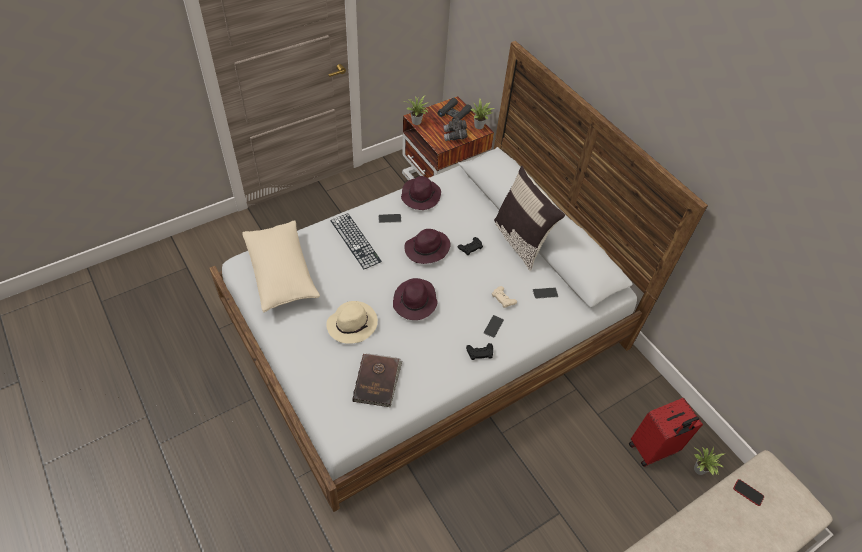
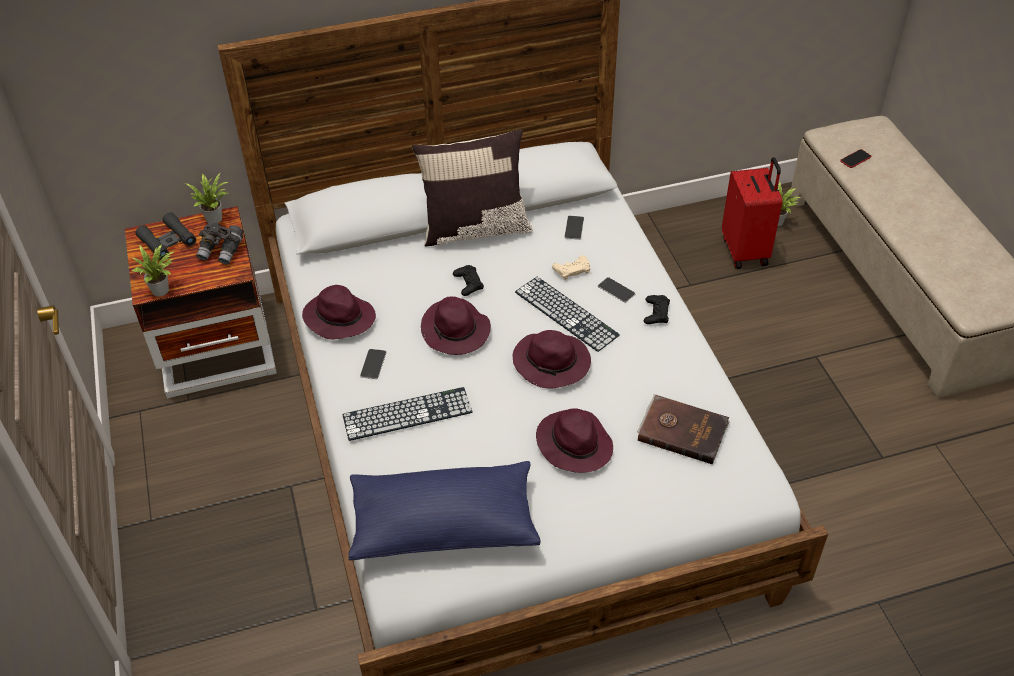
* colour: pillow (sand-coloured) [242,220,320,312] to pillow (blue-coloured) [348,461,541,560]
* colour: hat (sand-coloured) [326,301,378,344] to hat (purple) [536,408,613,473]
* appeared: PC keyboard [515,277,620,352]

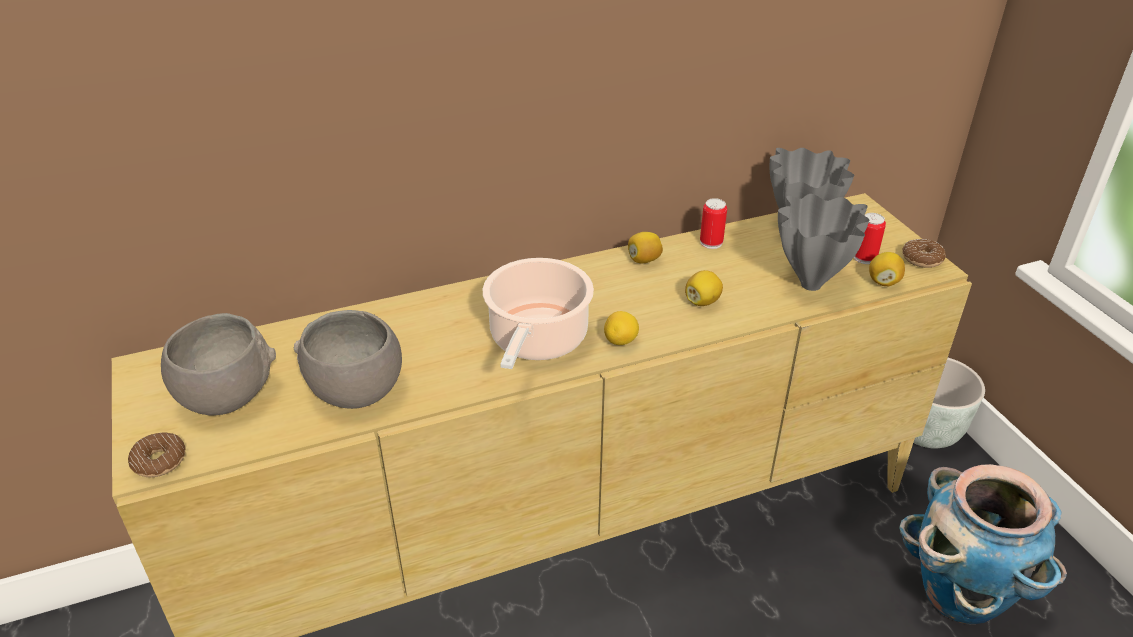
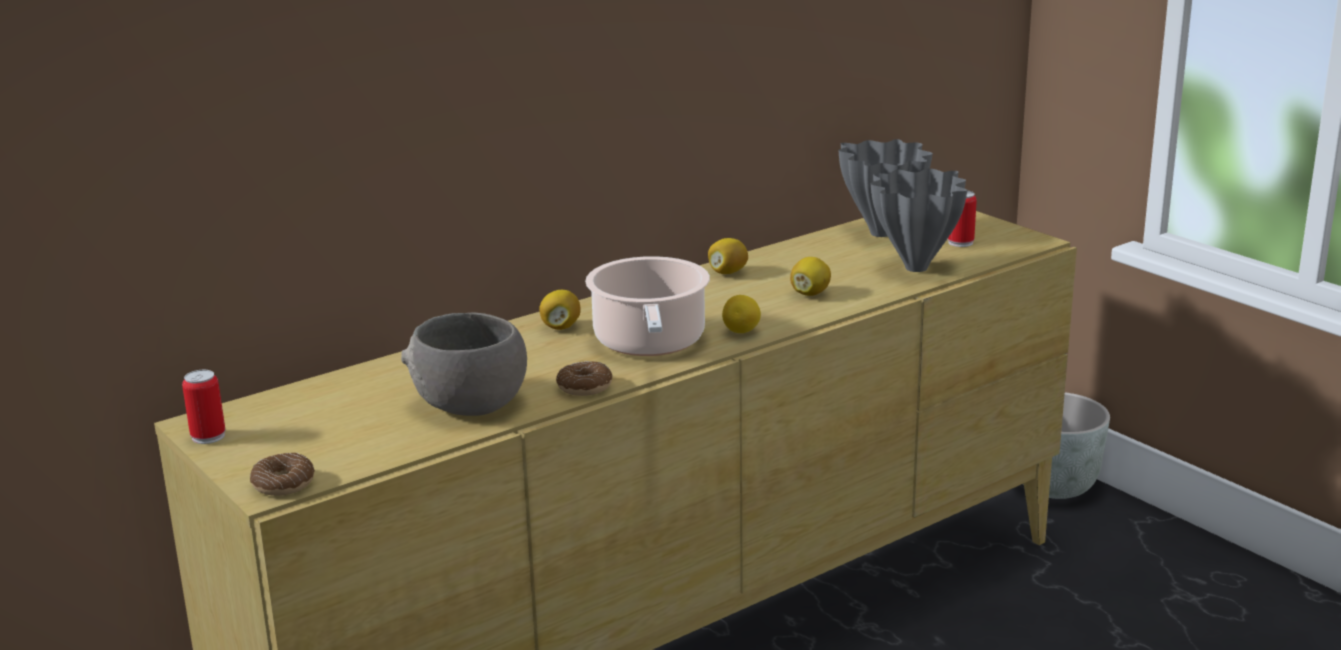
* missing: serving bowl (grey) [161,313,276,415]
* relocated: metal can [700,198,727,249] to [182,370,225,444]
* relocated: whole lemon [869,252,905,286] to [539,290,581,330]
* missing: planter [899,464,1067,624]
* relocated: donut [902,239,946,268] to [556,361,613,396]

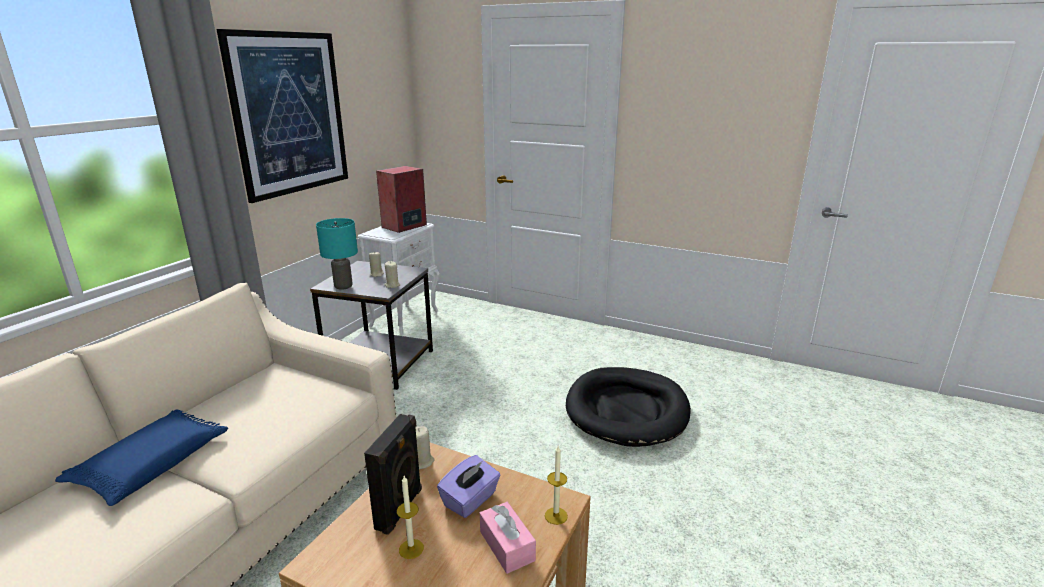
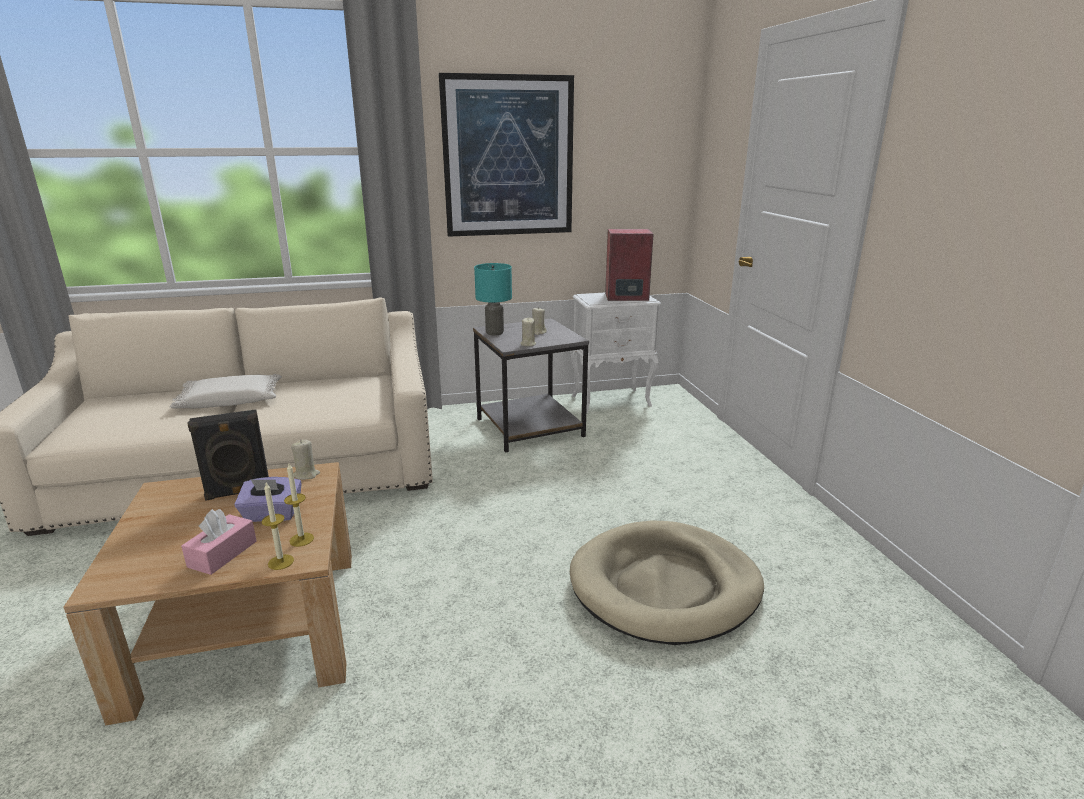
* colour: pillow (blue-coloured) [55,410,228,506] to pillow (white-coloured) [170,374,282,408]
* relocated: wax candle [397,476,424,559] to [284,464,314,547]
* colour: dog bed (blackish) [566,367,691,447] to dog bed (sand-coloured) [570,520,764,645]

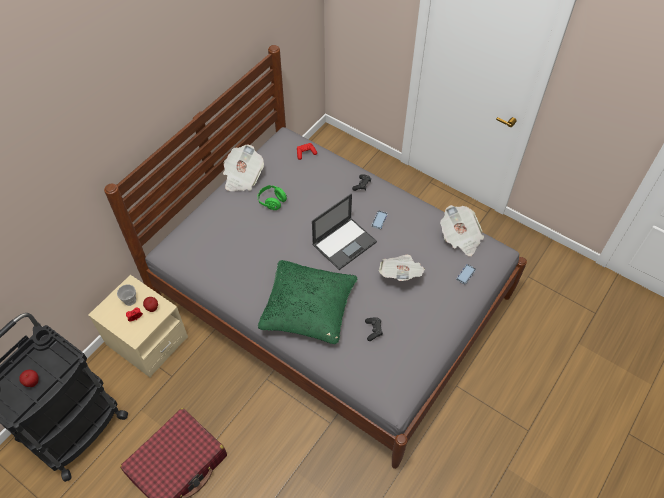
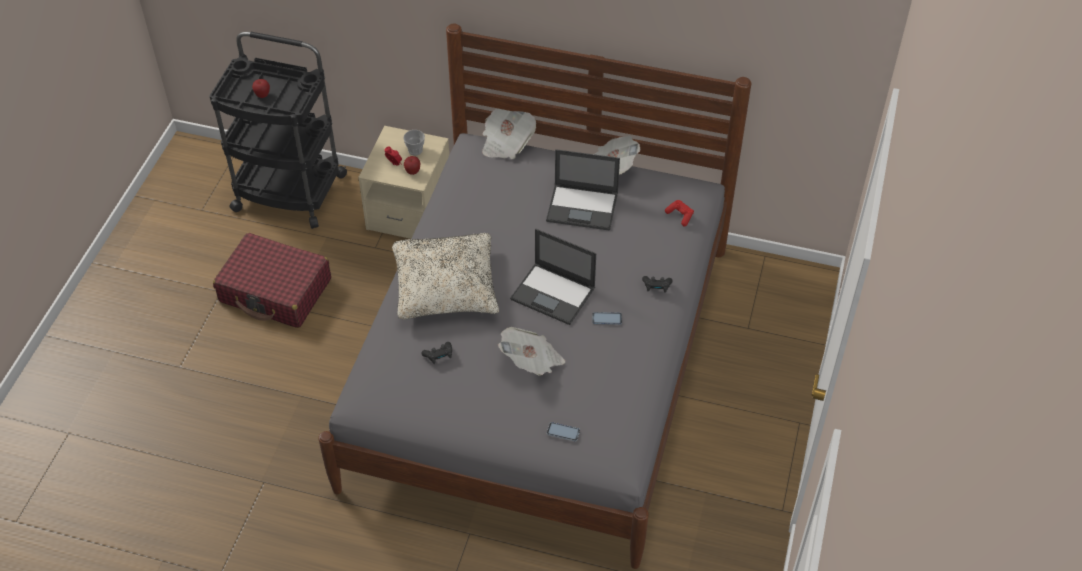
* exchanged: headset (green-coloured) [257,185,287,210] to portable computer [546,149,620,231]
* colour: pillow (green-coloured) [258,260,357,345] to pillow (sand-coloured) [392,233,499,320]
* relocated: newspaper [440,205,484,256] to [482,108,536,159]

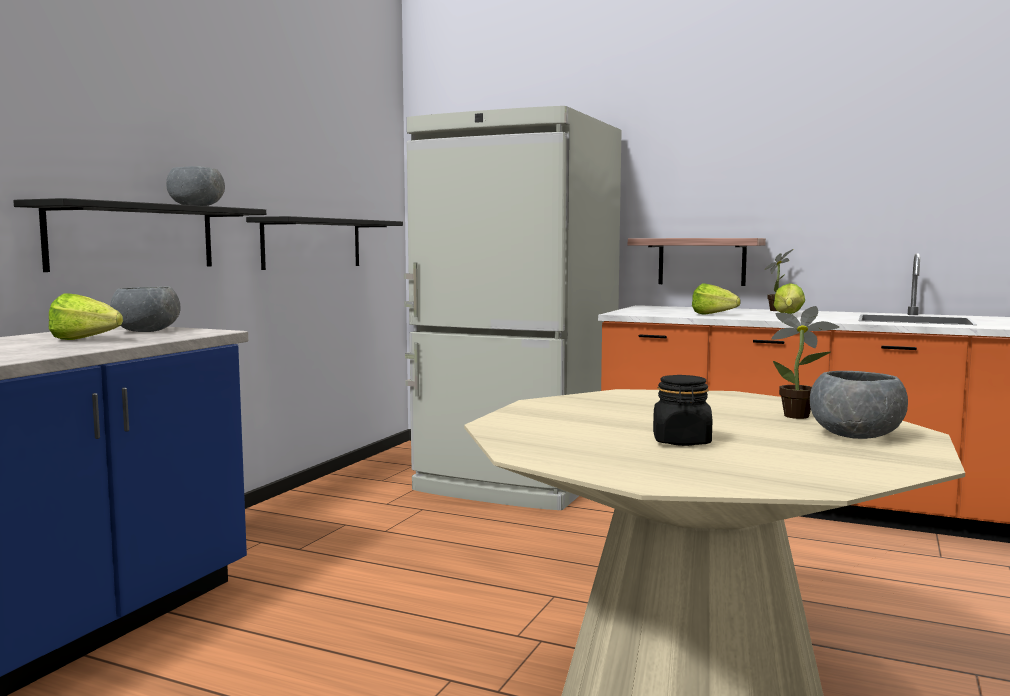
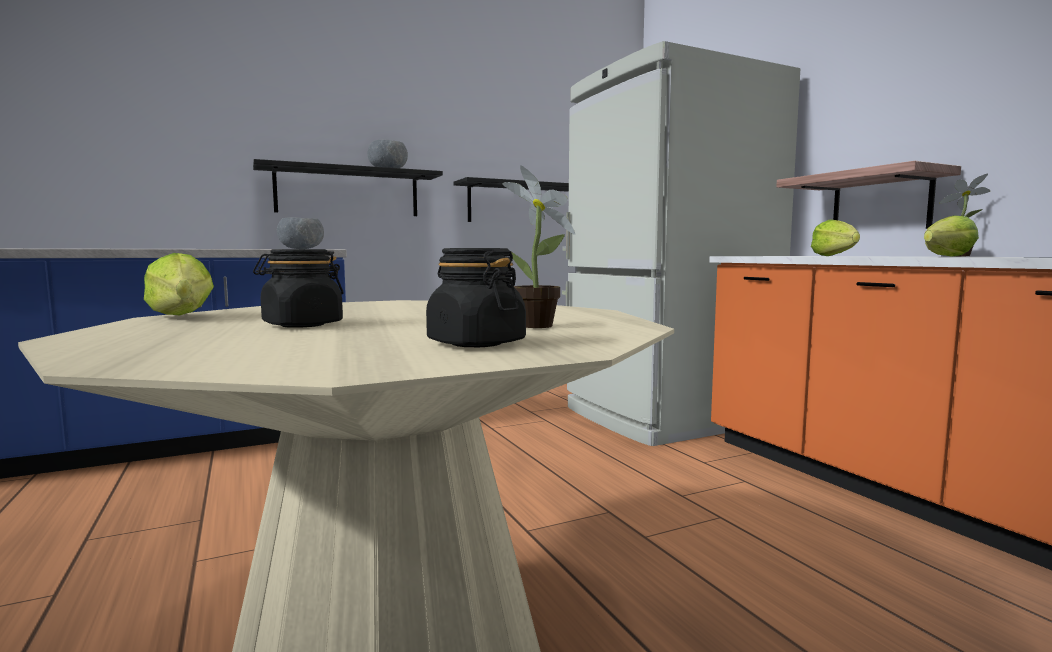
* relocated: head of lettuce [49,293,123,340] to [144,253,214,316]
* exchanged: serving bowl (grey) [810,371,908,439] to jar (blackish) [426,248,526,347]

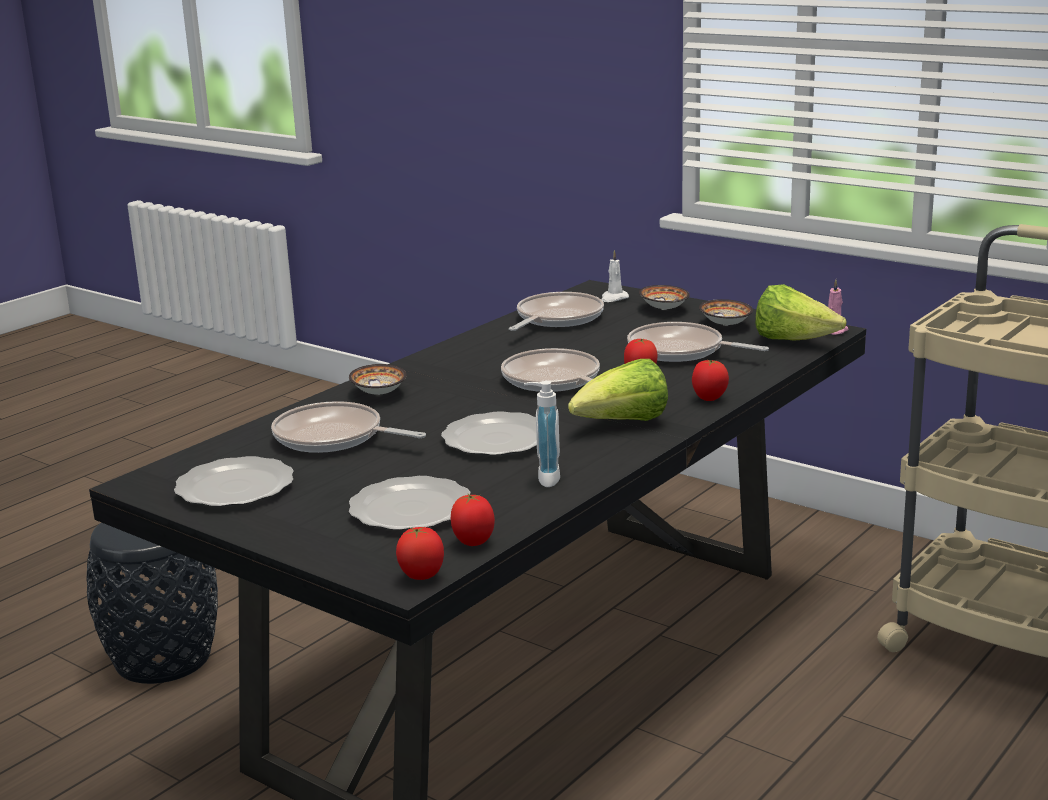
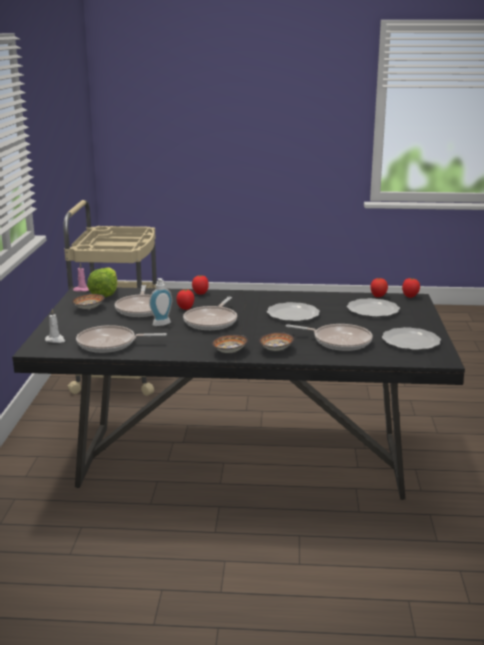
* missing: stool (blackish) [86,523,218,684]
* spun: skillet [271,401,426,453] = [286,324,373,351] 60 degrees counterclockwise
* relocated: liquid soap bottle [524,381,560,487] to [149,278,172,326]
* missing: head of lettuce [568,359,668,421]
* relocated: serving bowl [639,285,690,310] to [212,335,248,353]

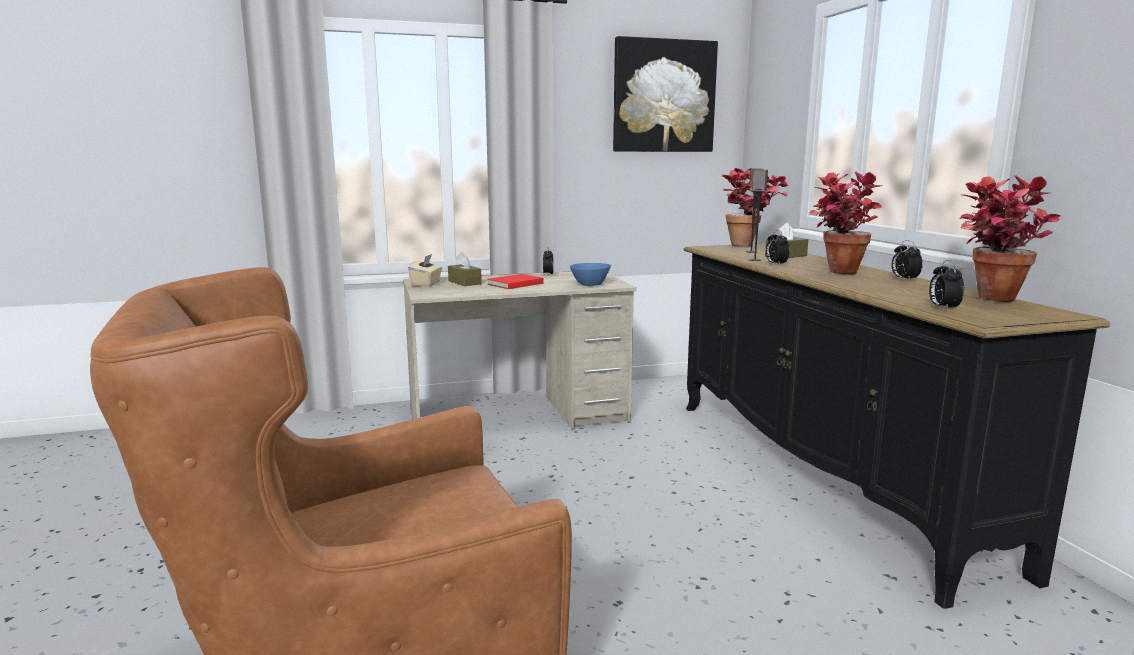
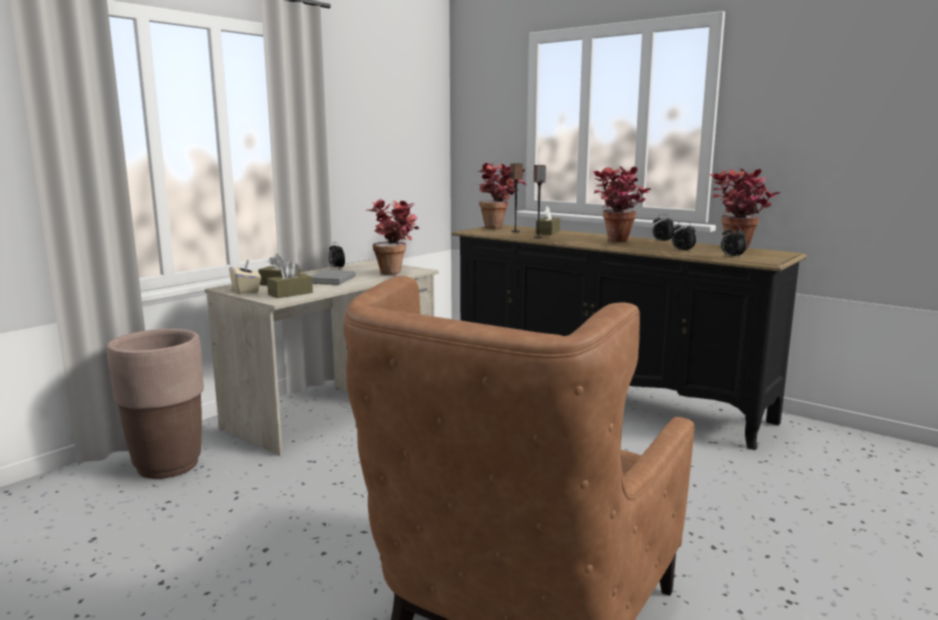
* colour: bound book (red) [487,274,544,289] to bound book (grey) [312,270,356,285]
* exchanged: serving bowl (blue-coloured) [570,263,611,286] to plant in a pot [367,199,419,275]
* missing: picture [613,36,718,152]
* relocated: alarm clock [766,230,790,265] to [672,221,696,252]
* appeared: planter (brown) [107,329,204,479]
* appeared: box of tissues (brown) [267,261,313,298]

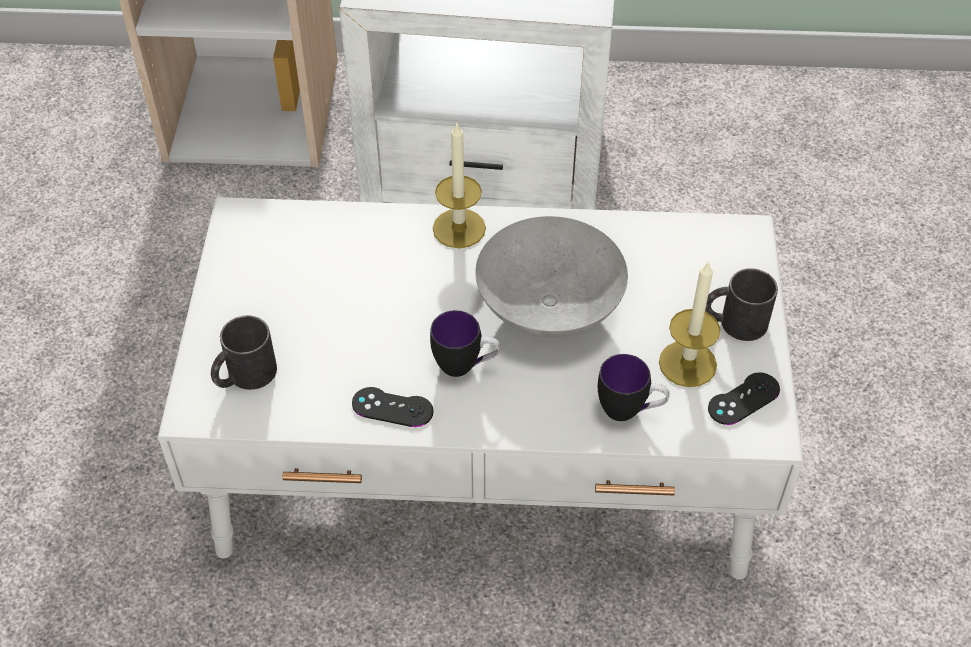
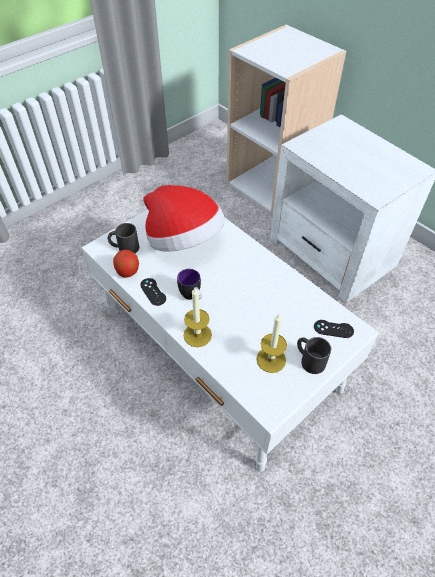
* relocated: wax candle [433,123,486,248] to [183,288,212,347]
* missing: serving bowl (grey) [475,216,628,338]
* missing: coffee mug [598,354,670,421]
* relocated: gamepad (blackish) [708,372,780,425] to [314,320,354,338]
* appeared: whole apple [113,250,139,278]
* appeared: hat [143,185,225,252]

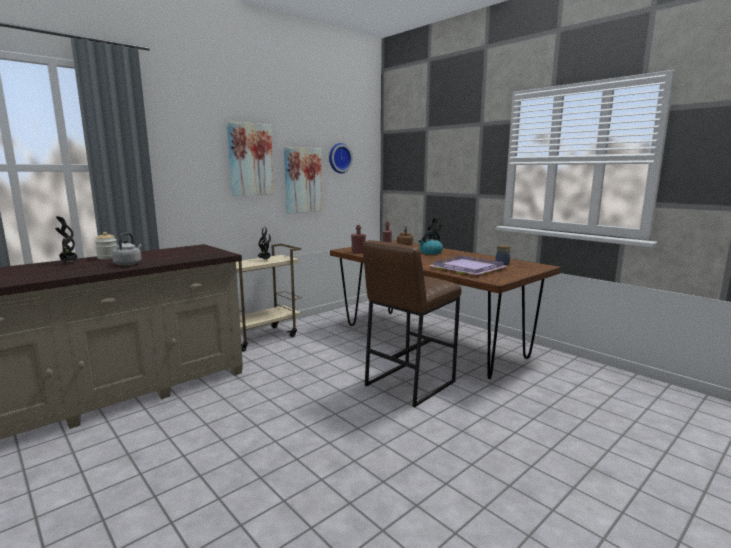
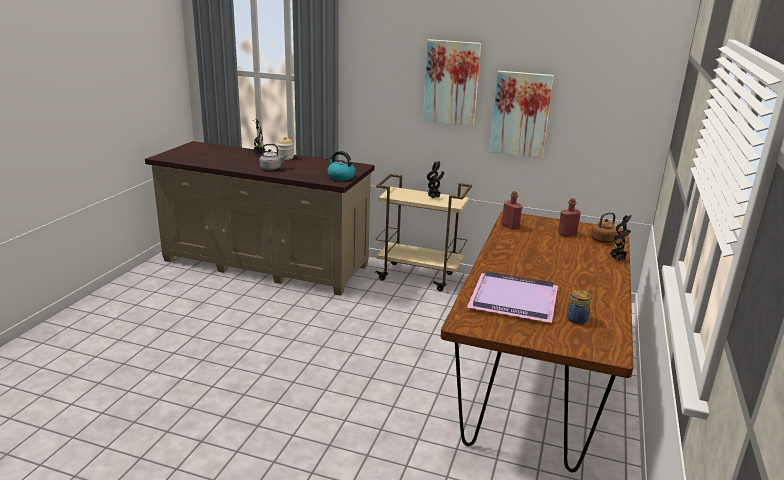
* missing: clock on the wall [329,143,353,173]
* missing: stool (brown) [362,240,462,407]
* relocated: kettle [418,231,443,254] to [327,151,356,181]

